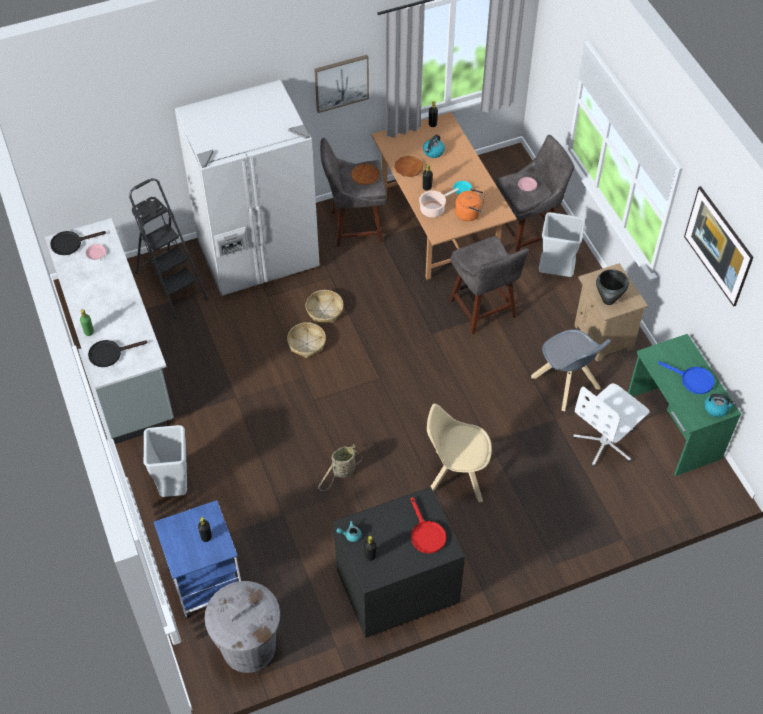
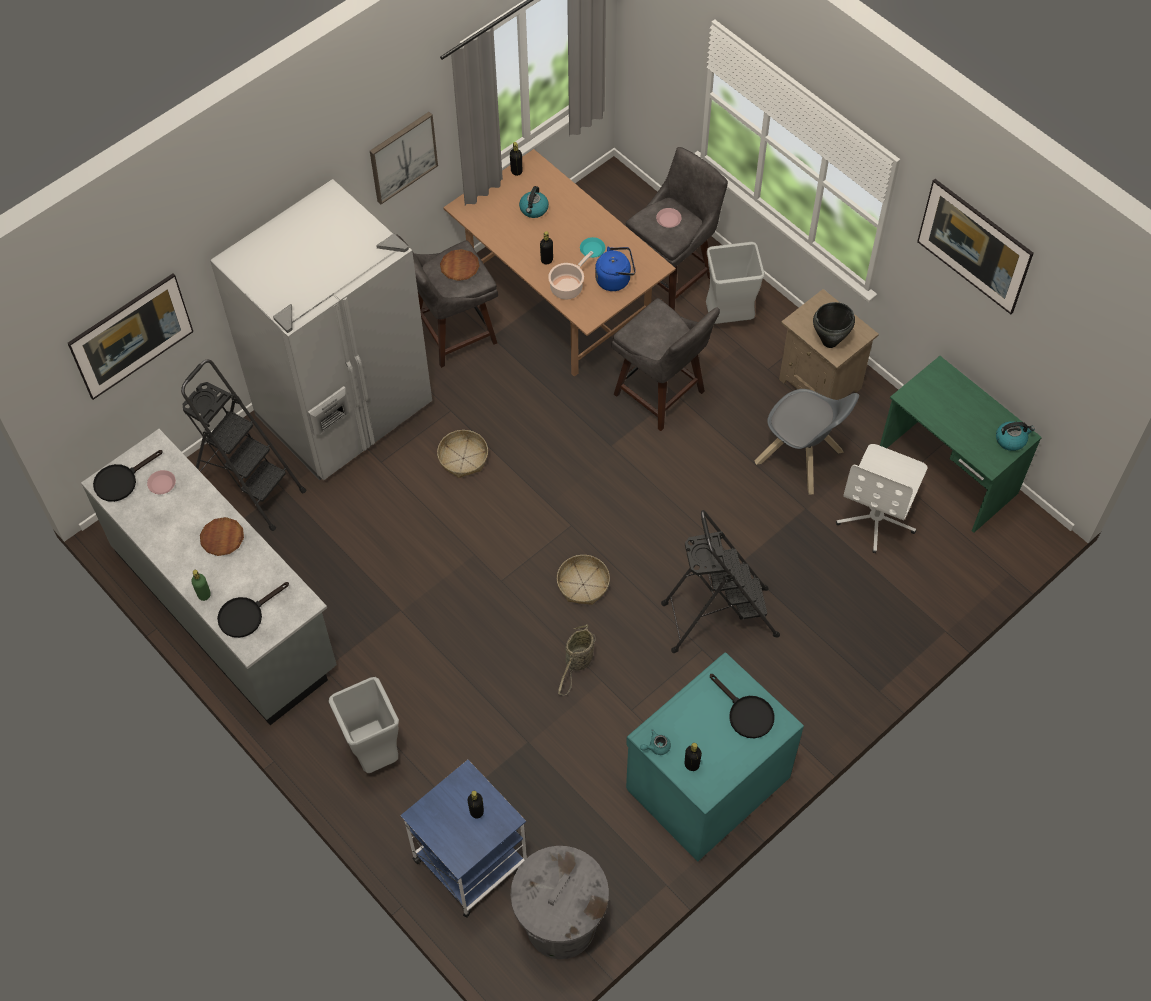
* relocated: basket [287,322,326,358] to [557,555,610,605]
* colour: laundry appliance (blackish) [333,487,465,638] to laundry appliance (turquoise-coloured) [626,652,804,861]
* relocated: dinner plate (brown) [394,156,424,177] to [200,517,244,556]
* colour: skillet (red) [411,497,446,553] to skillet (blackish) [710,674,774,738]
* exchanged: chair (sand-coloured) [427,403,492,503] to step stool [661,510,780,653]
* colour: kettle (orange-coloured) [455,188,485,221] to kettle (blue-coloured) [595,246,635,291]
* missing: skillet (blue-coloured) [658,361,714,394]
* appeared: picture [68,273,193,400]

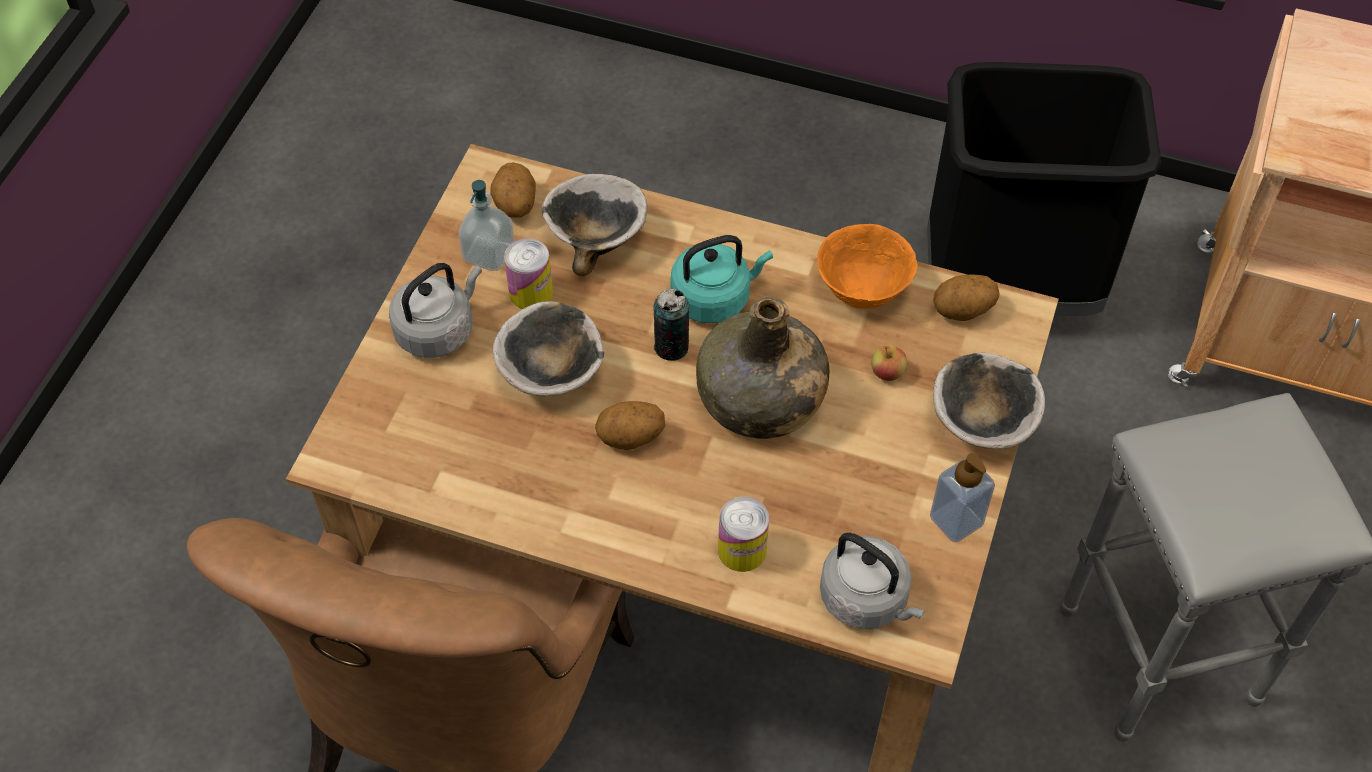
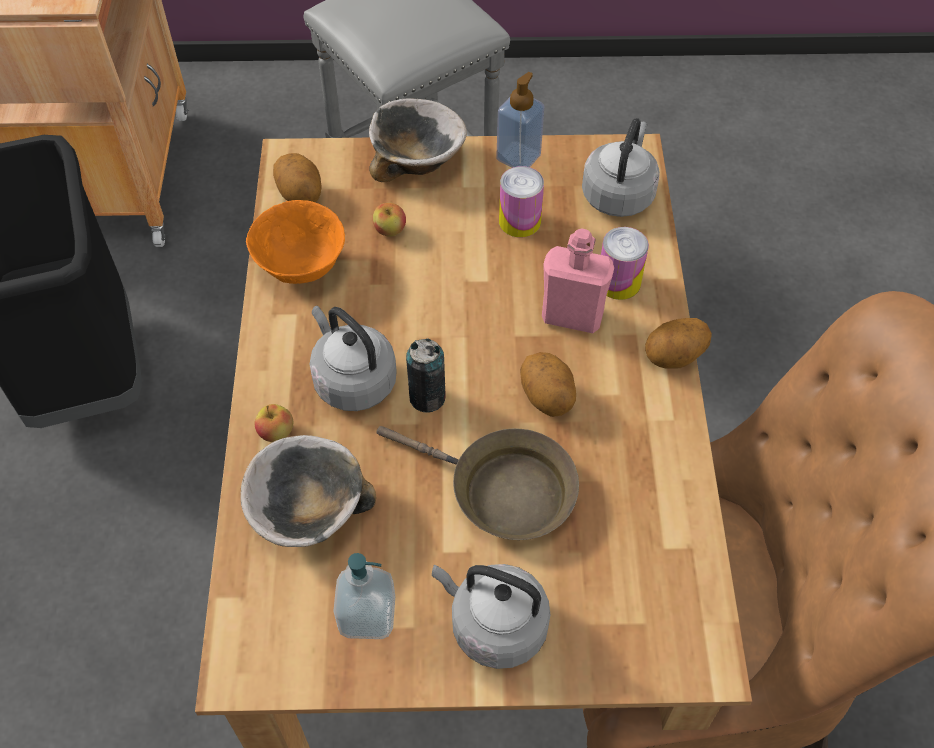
* relocated: whole potato [490,162,536,218] to [645,318,712,369]
* exchanged: serving bowl [493,301,604,396] to skillet (brown) [376,426,579,540]
* relocated: metal can [504,238,553,309] to [499,166,544,237]
* colour: kettle (turquoise-coloured) [671,235,773,324] to kettle (grey) [309,306,397,411]
* missing: drink bottle (green-coloured) [696,296,829,439]
* appeared: whole apple [255,404,294,442]
* appeared: drink bottle (pinkish) [542,228,614,333]

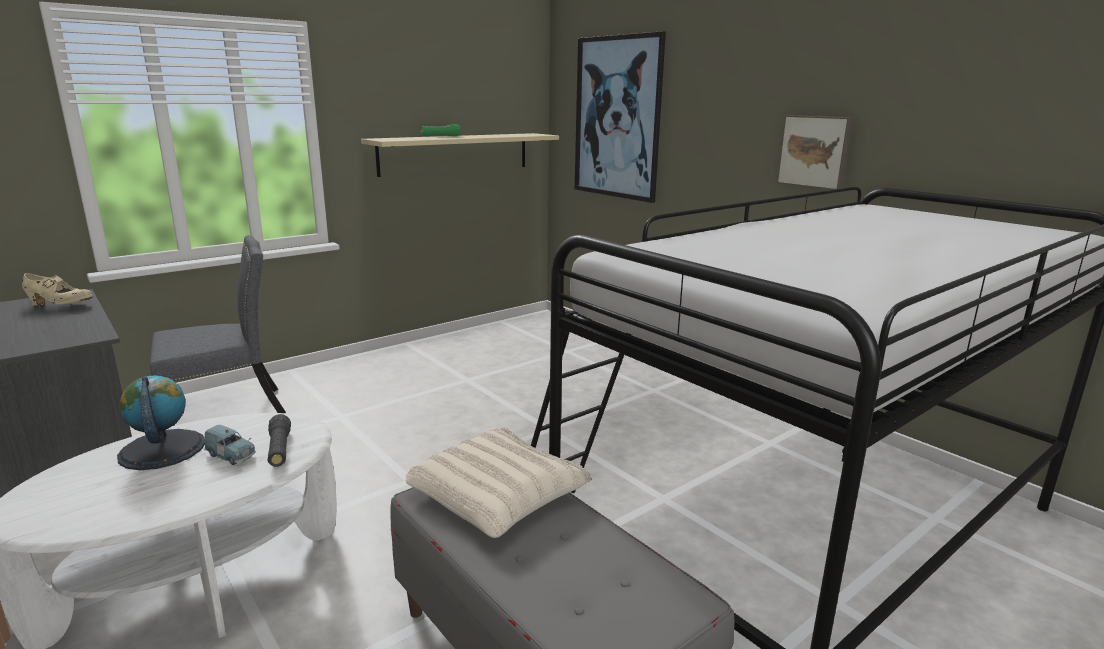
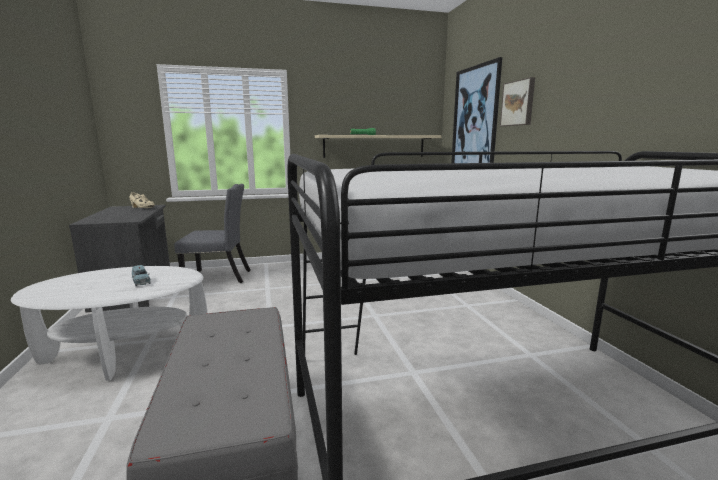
* missing: globe [117,375,205,470]
* missing: torch (blackish) [268,414,291,467]
* missing: pillow (sand-coloured) [405,427,591,538]
* relocated: picture [777,115,853,190] to [500,77,535,126]

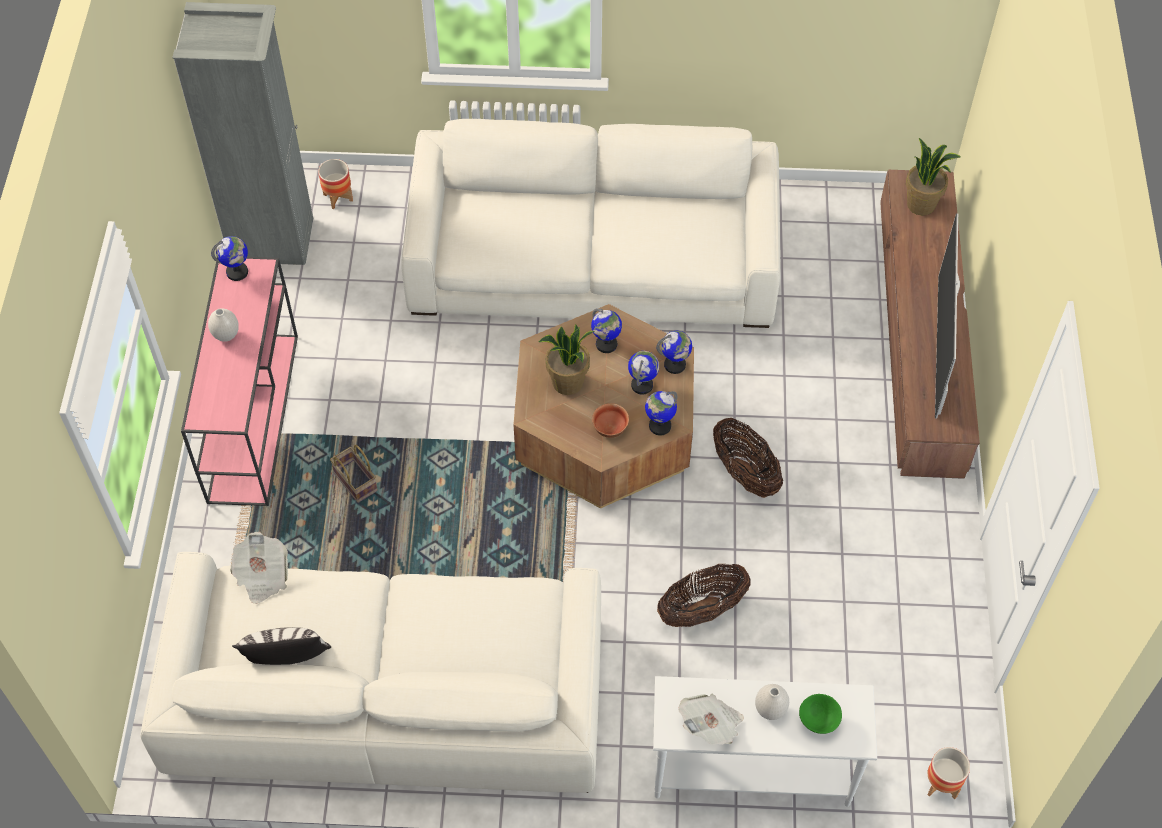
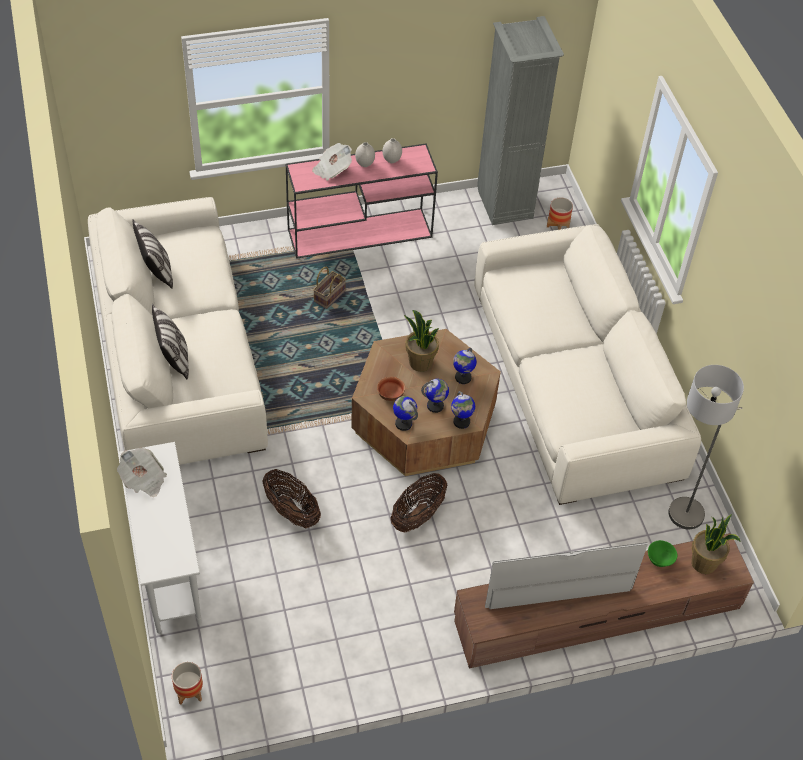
* missing: globe [211,236,248,281]
* relocated: newspaper [230,532,288,604] to [312,143,352,181]
* relocated: vase (white-coloured) [755,684,789,720] to [382,138,402,163]
* relocated: serving bowl (green-coloured) [799,694,842,734] to [648,540,677,567]
* appeared: pillow [152,304,189,379]
* appeared: standing lamp (grey) [668,365,744,530]

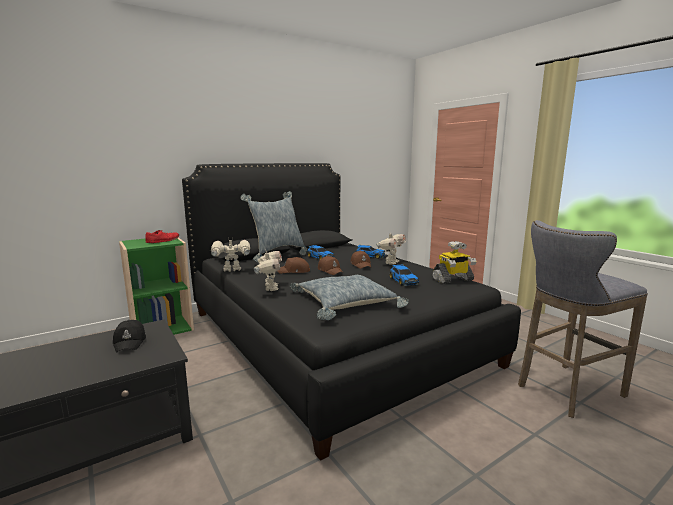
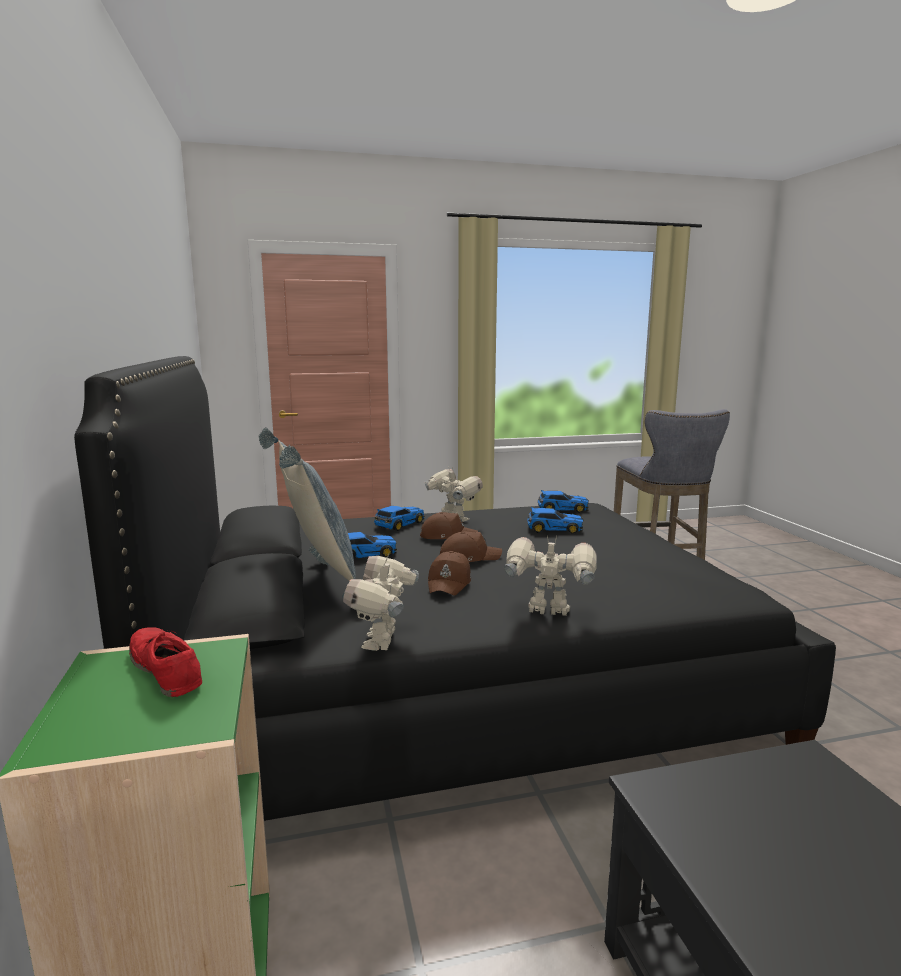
* missing: cap (blackish) [113,320,146,353]
* missing: pillow [290,275,409,320]
* exchanged: model robot [432,241,477,284] to miniature car [538,490,589,513]

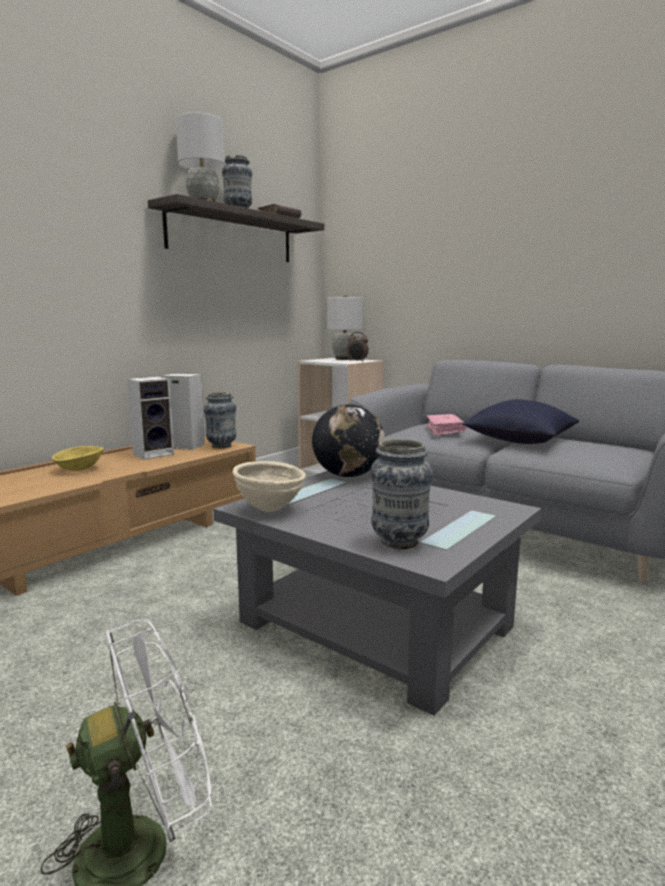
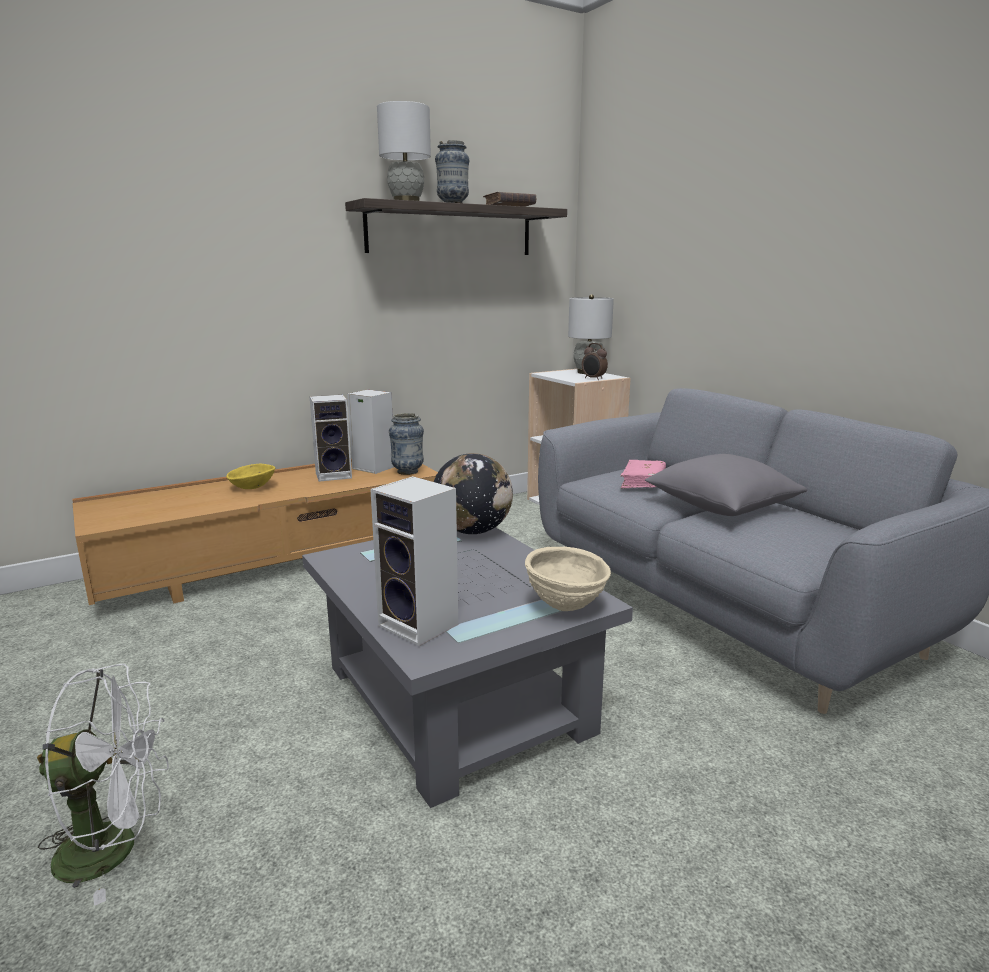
* relocated: serving bowl (sand-coloured) [233,461,306,512] to [525,547,611,611]
* exchanged: vase [370,439,433,549] to audio speaker [370,476,458,646]
* colour: pillow (blue-coloured) [462,400,579,444] to pillow (grey) [645,454,807,516]

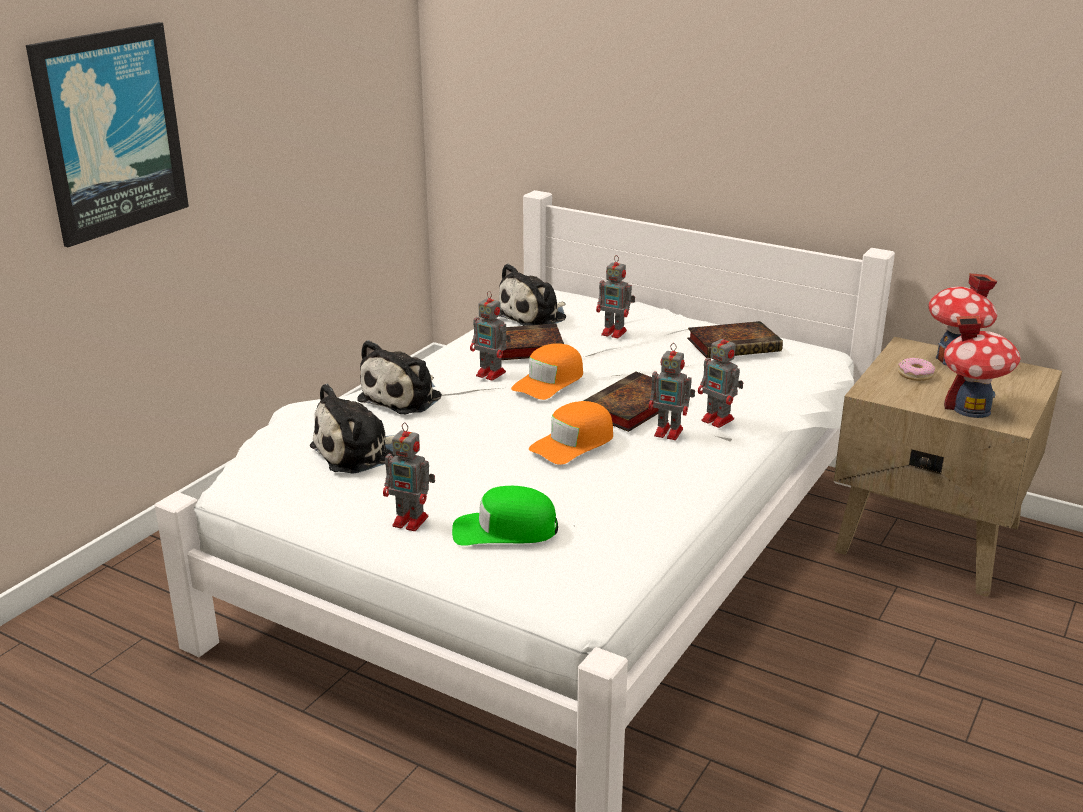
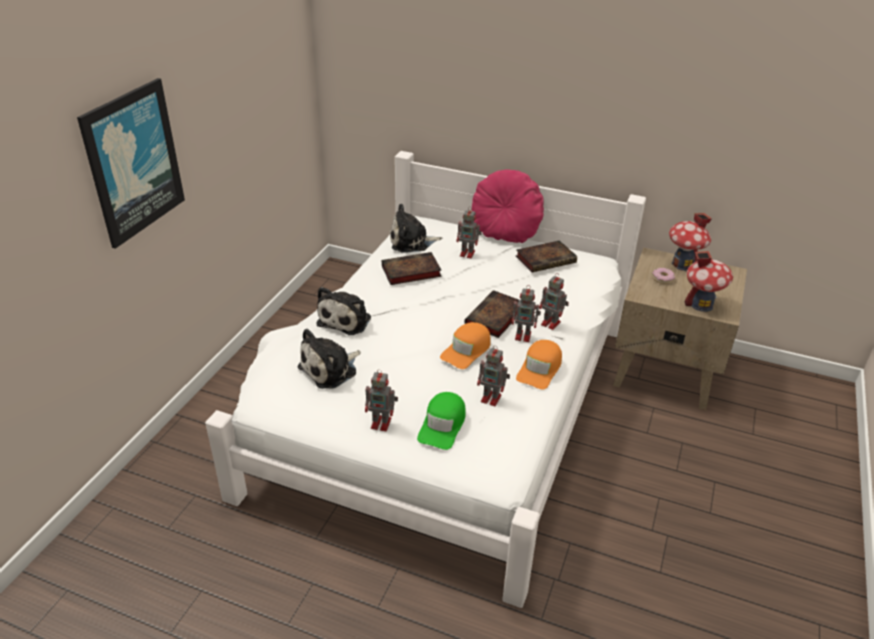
* spun: cap (green-coloured) [452,486,558,546] = [417,392,466,450] 60 degrees counterclockwise
* relocated: model robot [470,291,511,381] to [477,345,510,406]
* spun: soft toy [499,263,566,326] = [390,204,442,253] 45 degrees clockwise
* relocated: cap (orange-coloured) [511,343,583,400] to [516,340,562,390]
* appeared: pillow (pinkish) [472,169,544,243]

